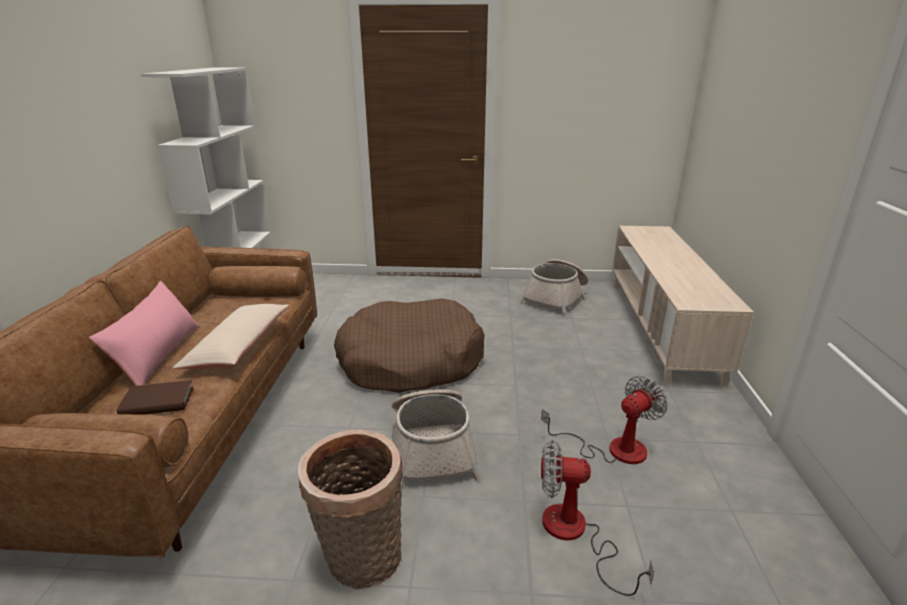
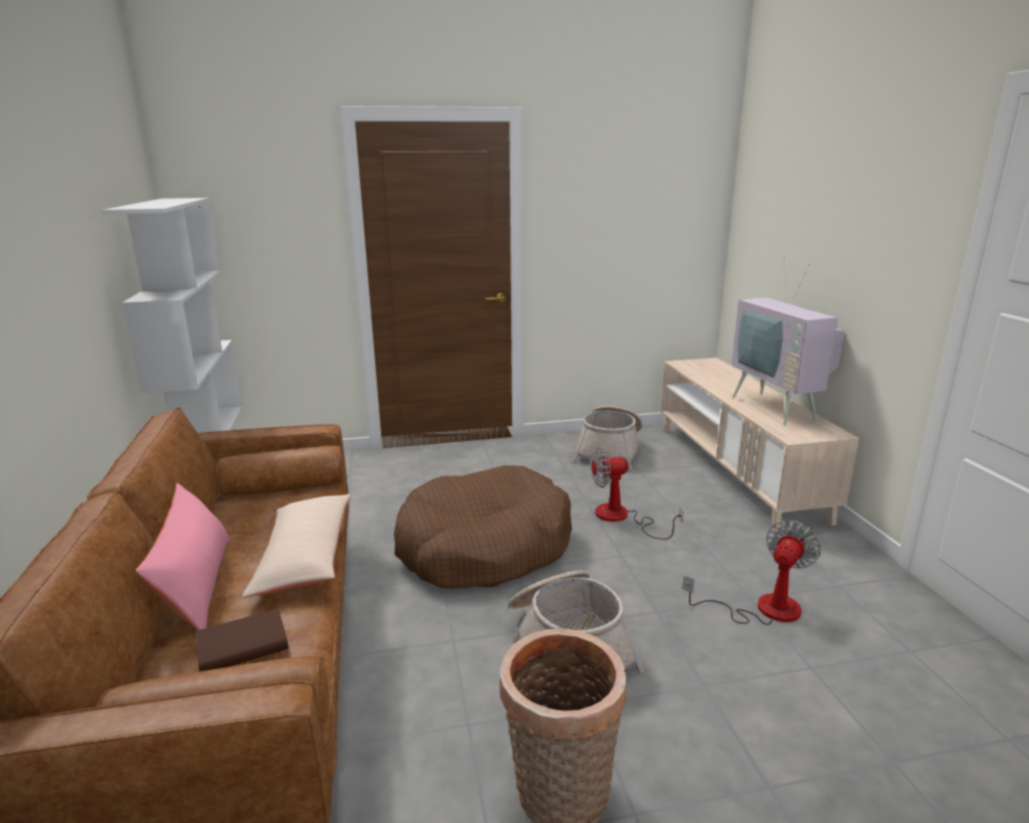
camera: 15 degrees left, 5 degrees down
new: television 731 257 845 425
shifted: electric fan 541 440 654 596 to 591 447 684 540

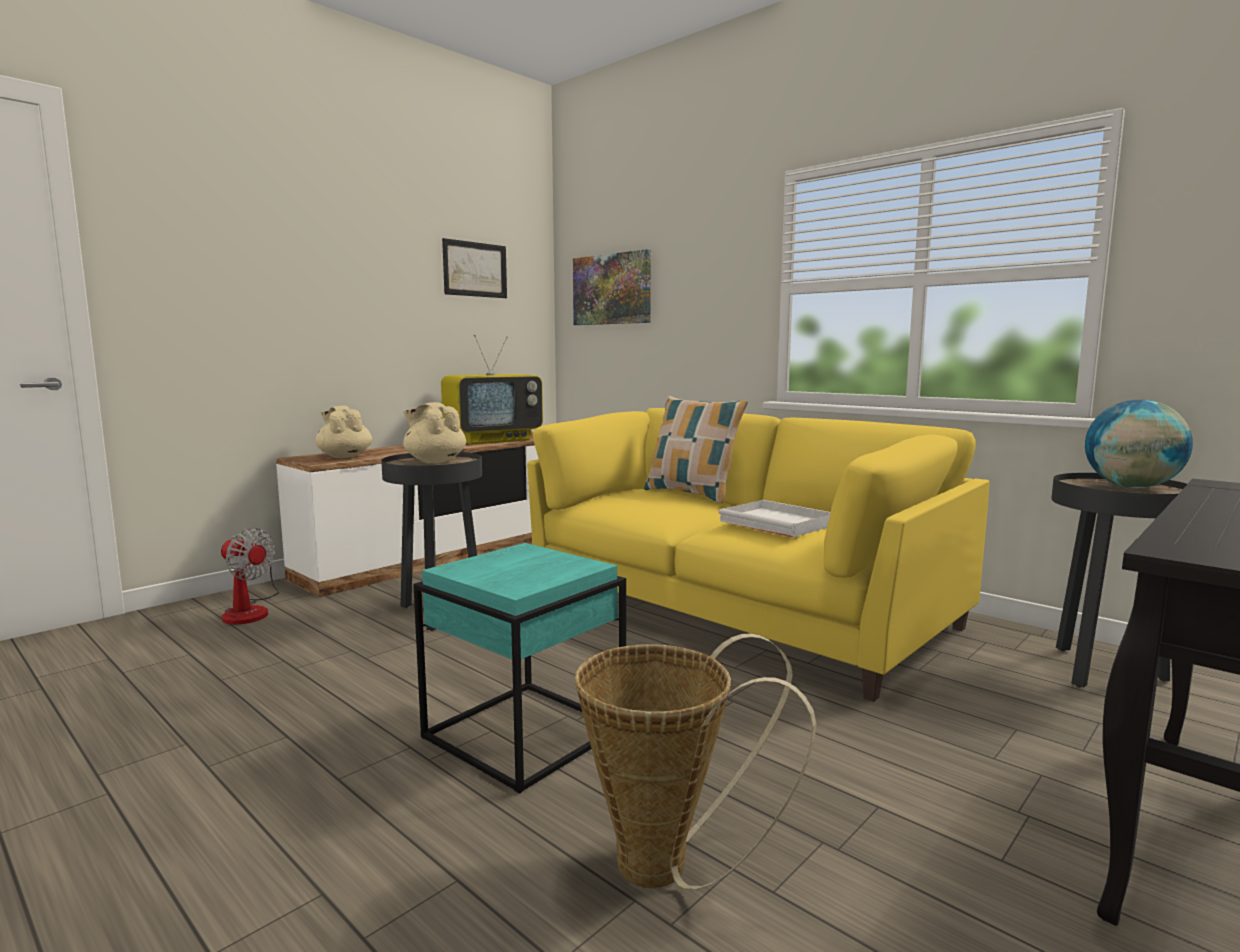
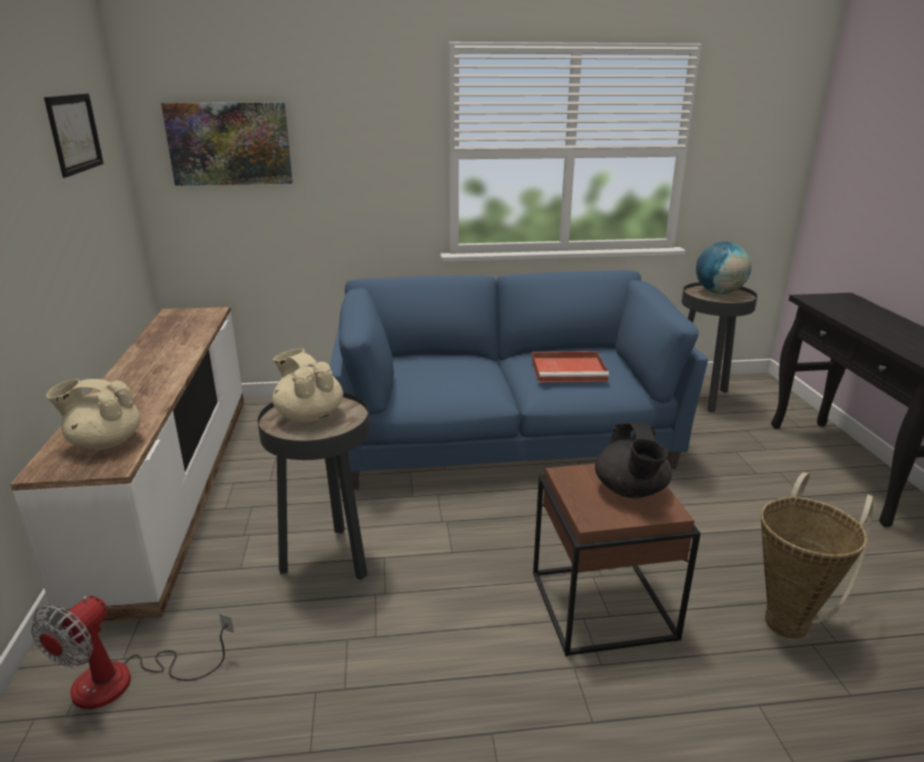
camera: 50 degrees left, 15 degrees up
gone: television 441 335 543 444; pillow 644 396 748 503
new: blackish teapot 595 423 672 498
repainted: yellow-coloured sofa 527 408 990 702 to blue-coloured sofa 330 270 708 489; white carrying tray 718 500 831 538 to red-coloured carrying tray 532 351 609 382; turquoise end table 413 543 626 794 to brownish end table 533 464 701 657
rotated: electric fan 221 528 279 624 = 30 596 234 709 135 degrees clockwise; beige teapot 403 402 466 463 = 272 348 343 422 60 degrees clockwise

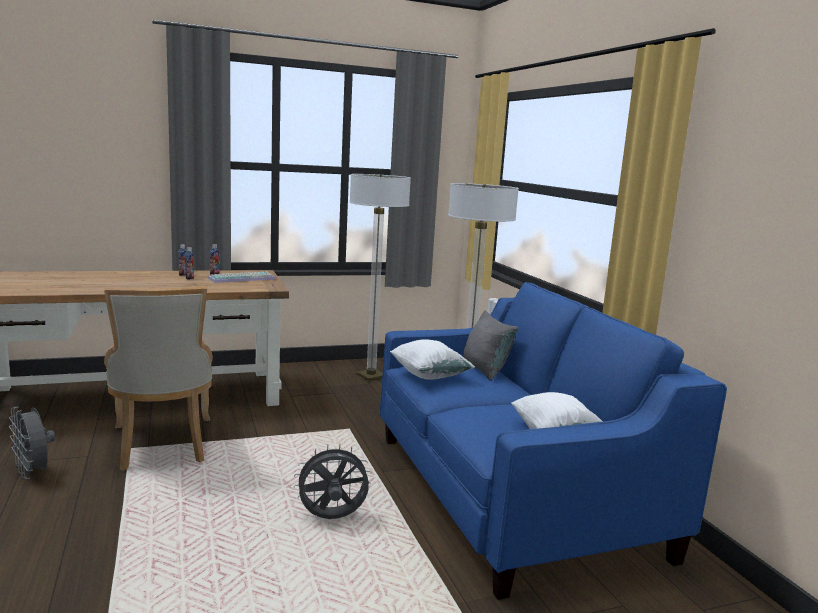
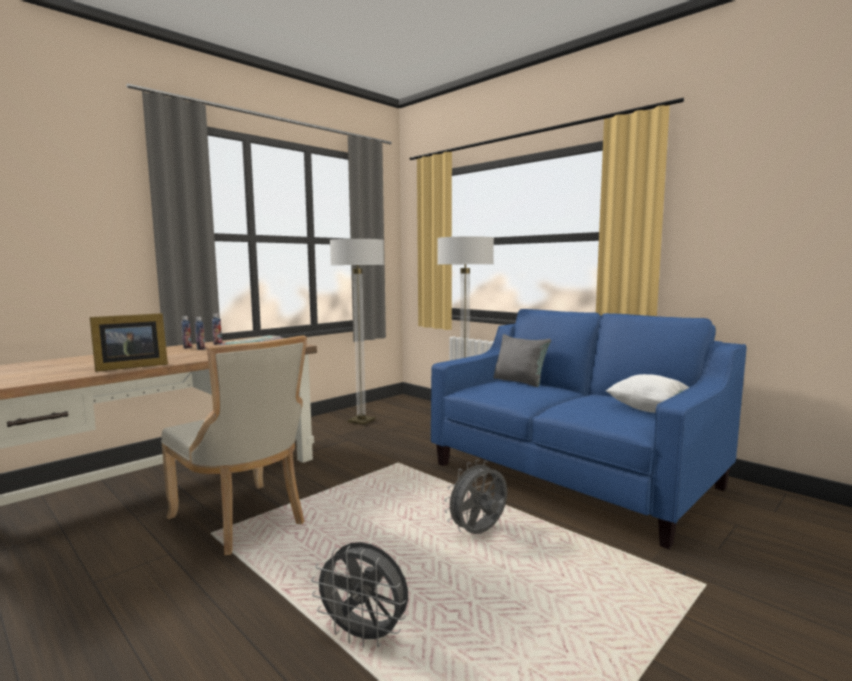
camera: 25 degrees left, 5 degrees down
gone: white pillow 390 339 475 380
new: standing frame 90 313 168 372
shifted: greyish electric fan 9 407 55 479 to 311 542 408 648

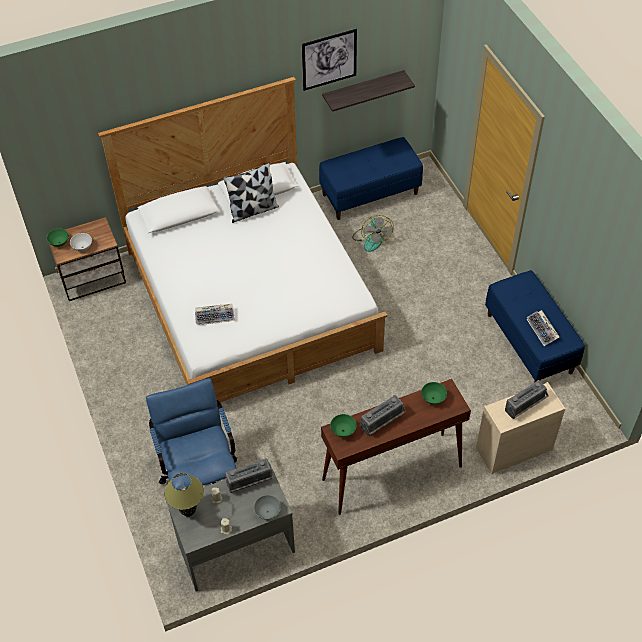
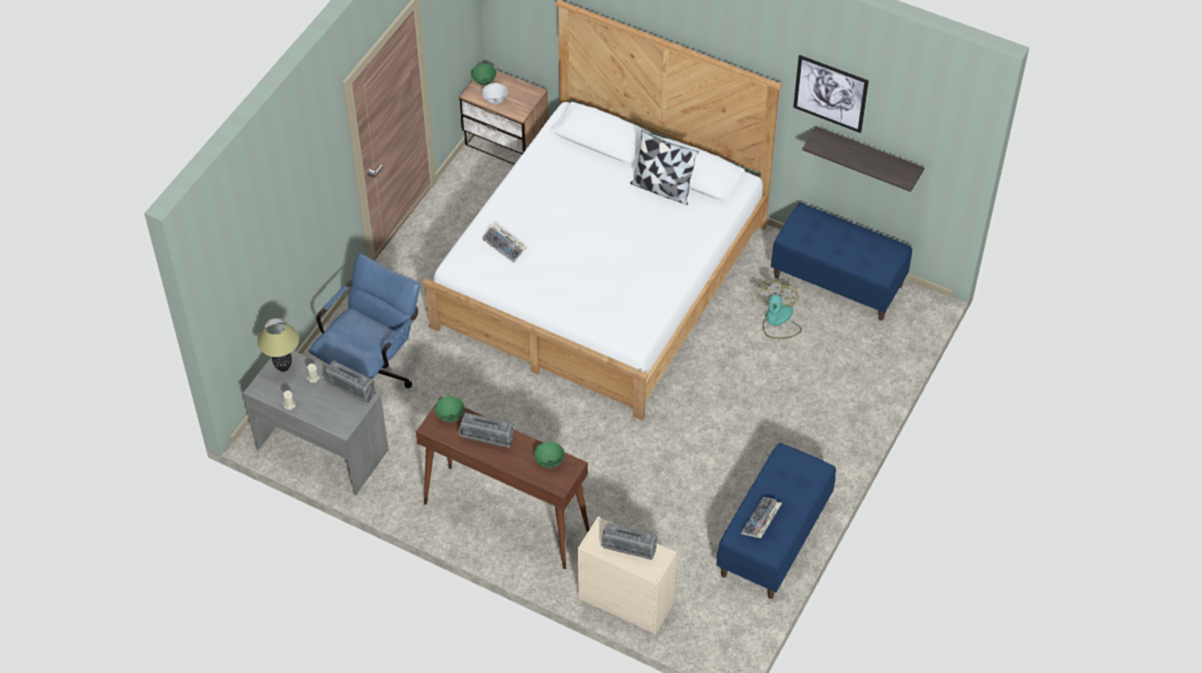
camera: 50 degrees right, 0 degrees up
gone: greyish deep dish 254 495 281 520
rotated: electric fan 352 215 394 252 = 755 281 802 339 150 degrees clockwise

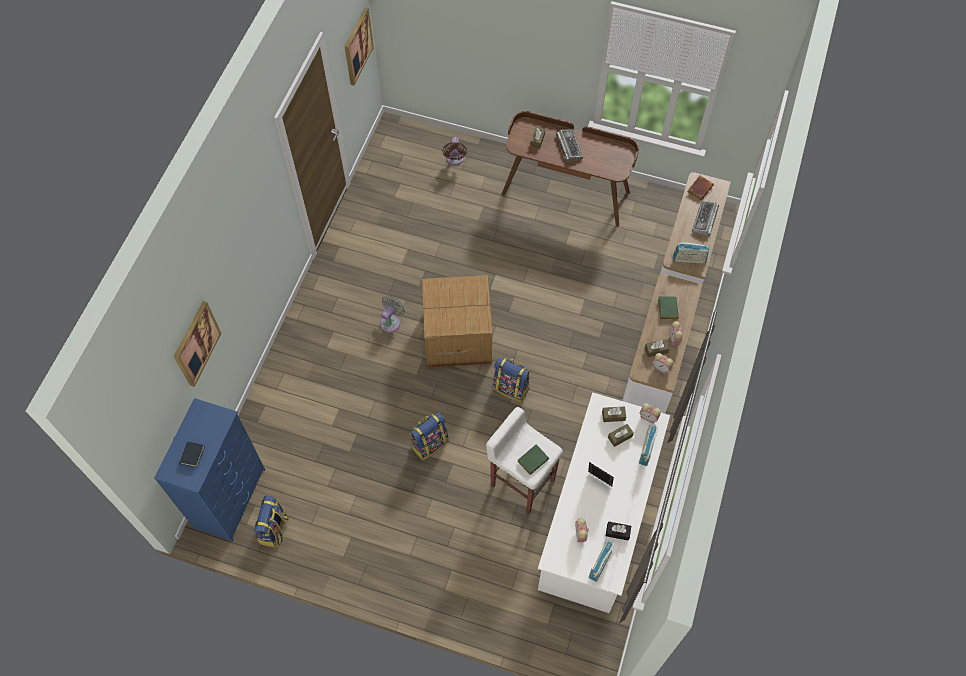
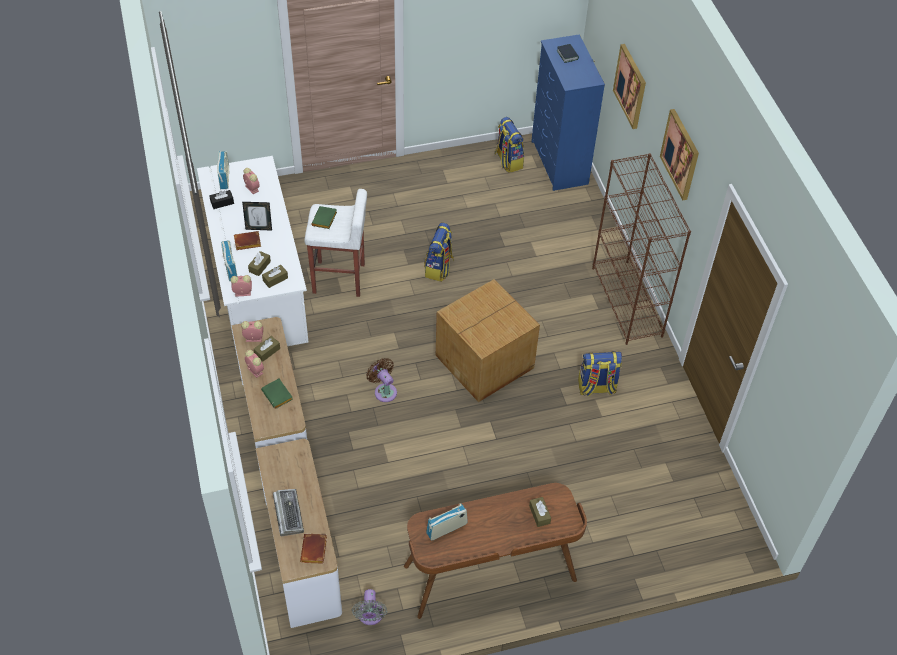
camera: 145 degrees right, 10 degrees down
gone: keyboard 556 129 583 162
new: brownish volume 234 231 261 250; brownish shelving unit 592 153 691 345
shifted: greyish electric fan 380 295 405 333 to 352 589 387 625; brownish electric fan 442 137 467 165 to 366 358 397 402; radio set 673 242 709 264 to 426 503 468 540; backpack 493 357 530 402 to 578 351 622 397; wall art 345 7 374 86 to 660 109 699 200

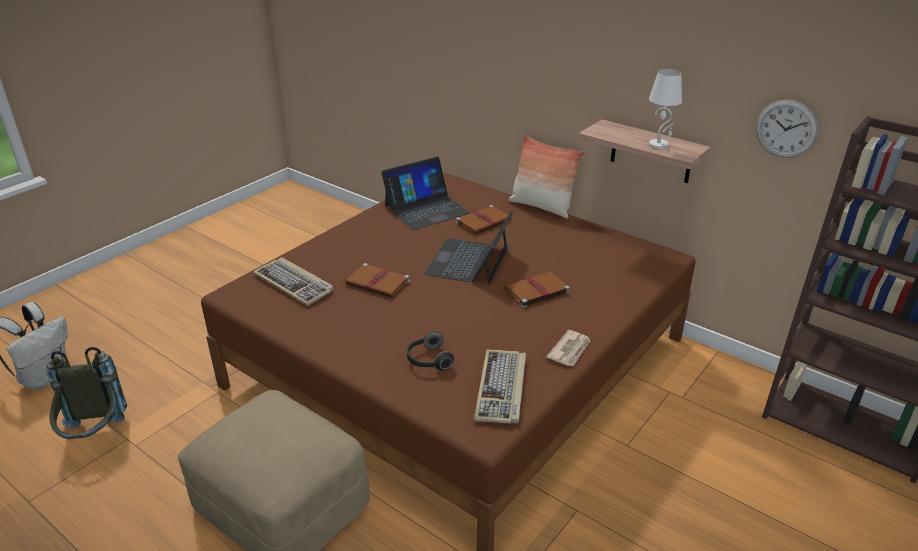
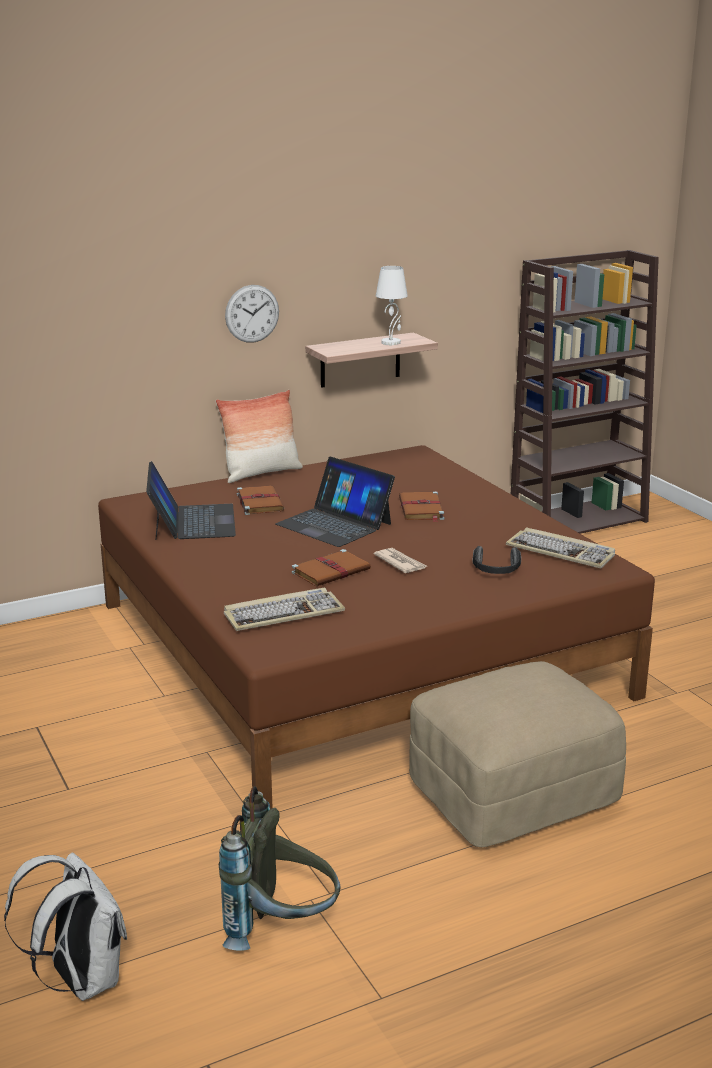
camera: 65 degrees left, 10 degrees down
shifted: hanging clock 756 99 818 158 to 225 285 279 343; daily paper 546 330 591 366 to 374 548 427 573

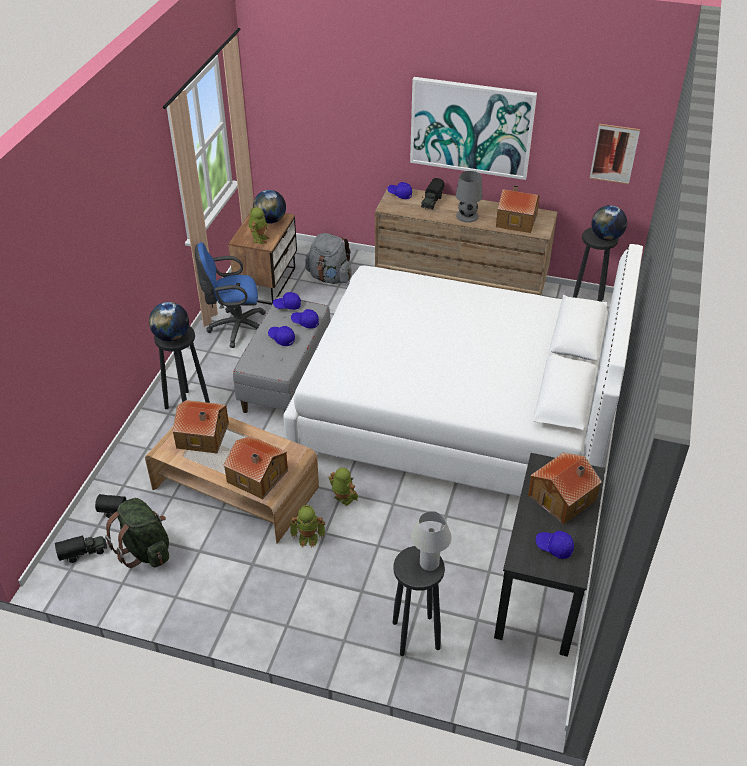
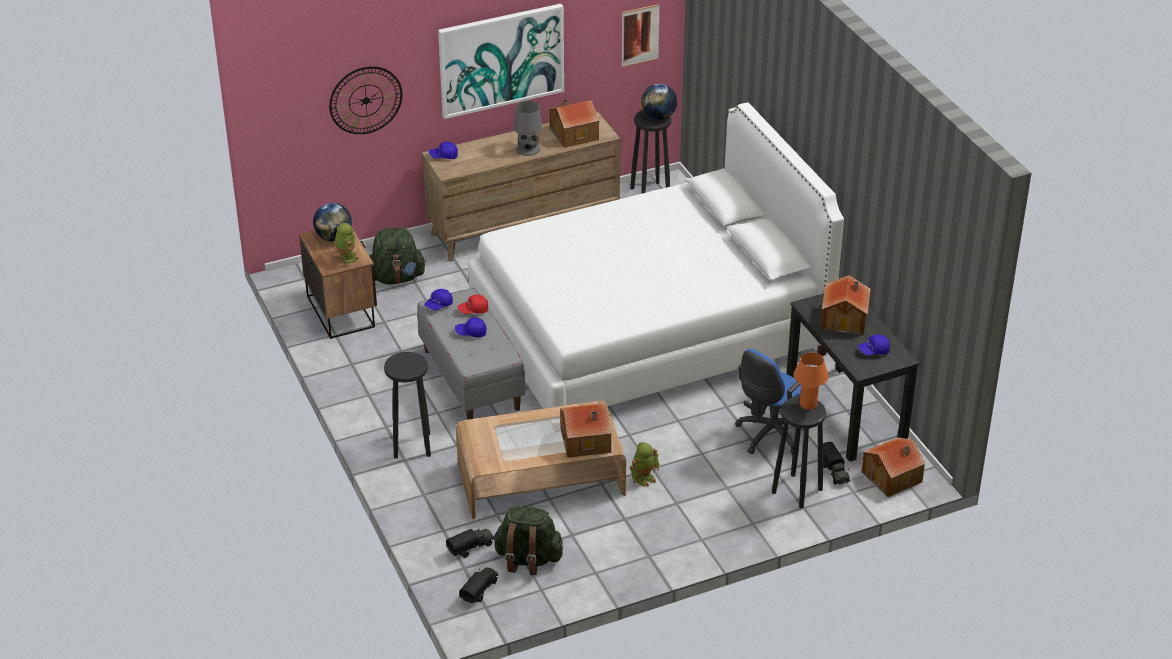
camera: 40 degrees left, 5 degrees down
gone: world globe 149 302 189 342; toy robot 329 468 358 506
new: hanging clock 329 66 402 134
shifted: blue-coloured office chair 195 242 266 348 to 735 349 810 455; model truck 421 178 444 210 to 823 442 850 485; model house 172 400 229 453 to 862 437 926 497
repainted: greyish backpack 305 233 352 284 to green backpack 369 227 426 284; blue-coloured baseball cap 291 309 319 328 to red-coloured baseball cap 458 295 488 314; white table lamp 411 511 452 571 to orange-coloured table lamp 793 353 829 410

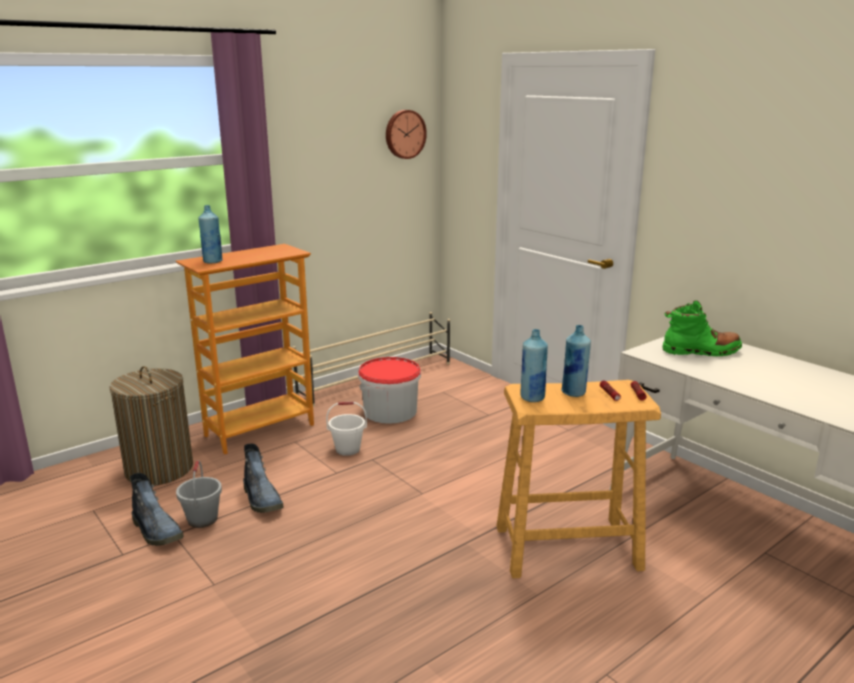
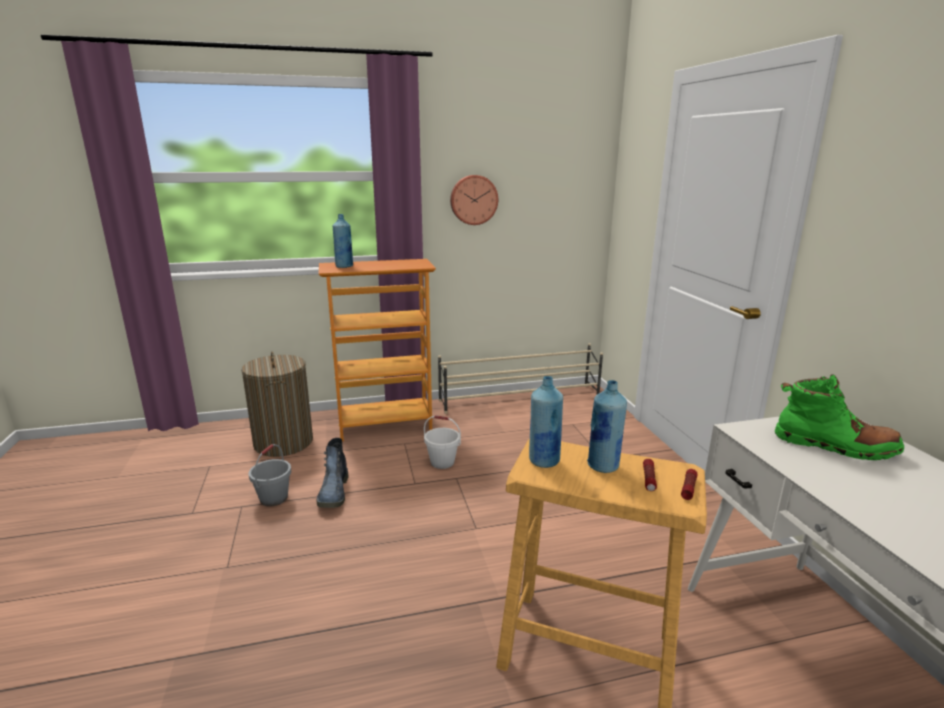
camera: 25 degrees right, 0 degrees up
gone: high-top boot 130 473 184 546; water bucket 358 357 421 424
shifted: hanging clock 386 110 427 159 to 450 175 498 225

